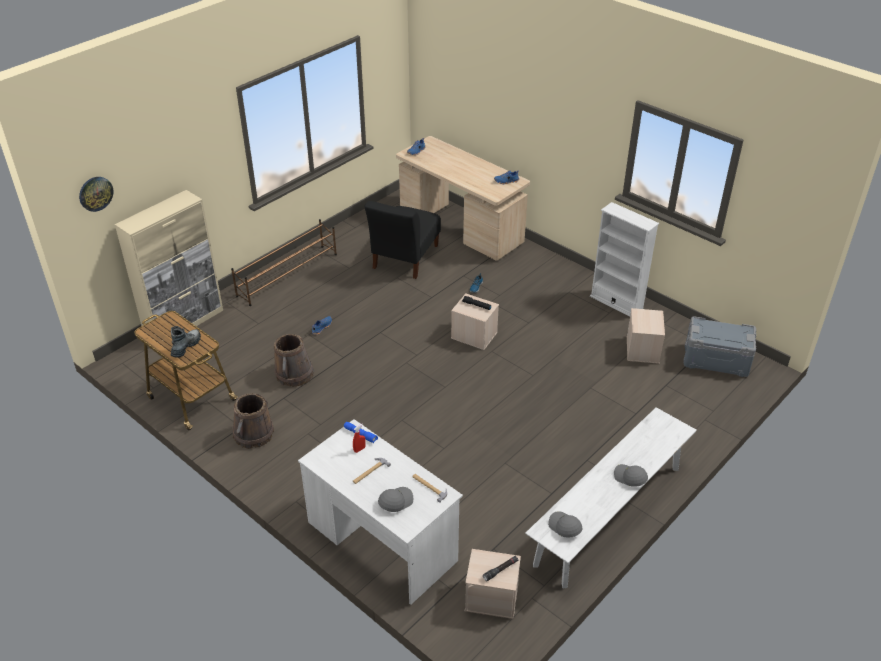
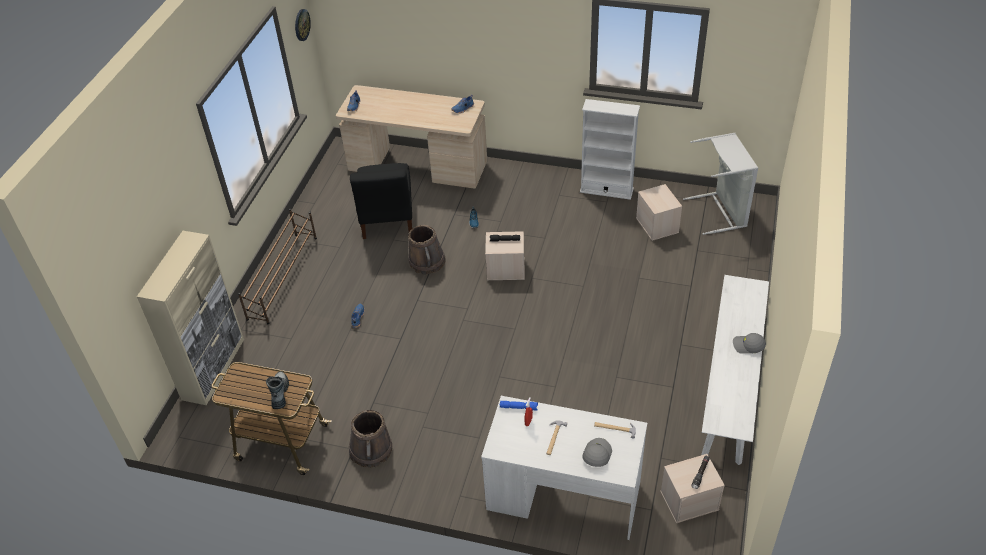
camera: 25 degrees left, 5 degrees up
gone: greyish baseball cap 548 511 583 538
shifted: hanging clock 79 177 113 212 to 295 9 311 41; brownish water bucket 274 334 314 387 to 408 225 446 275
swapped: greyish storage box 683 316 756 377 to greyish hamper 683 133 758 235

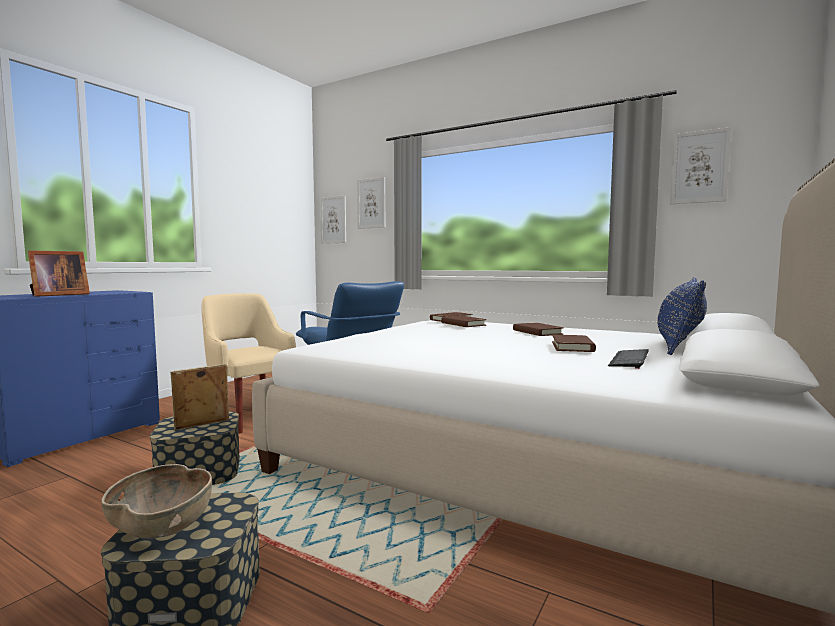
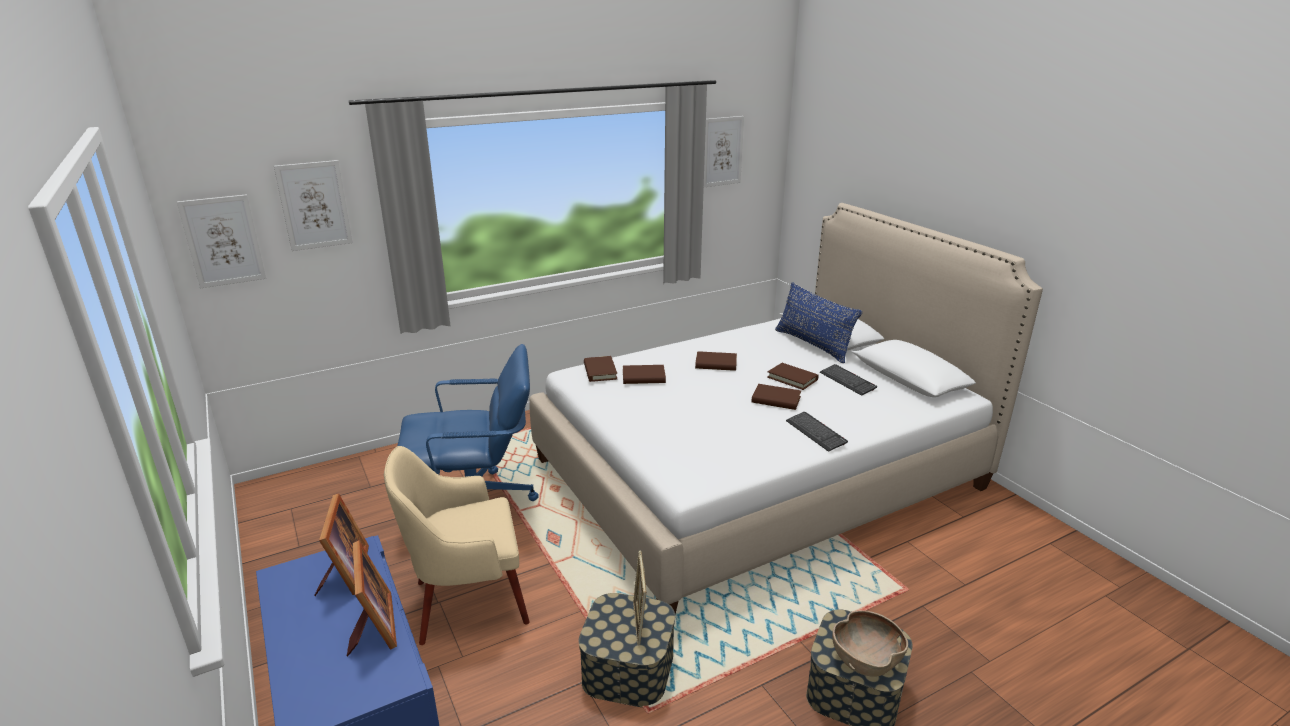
camera: 60 degrees left, 20 degrees up
new: standing frame 314 493 369 596; brownish volume 751 384 801 410; keyboard 786 412 848 452

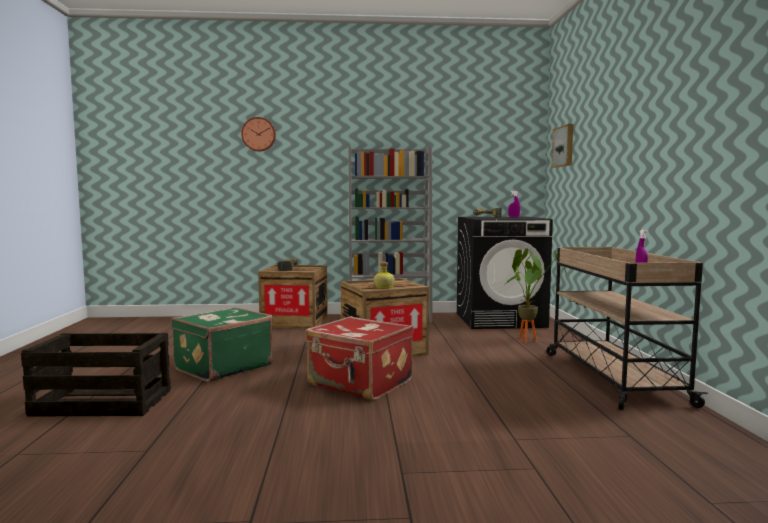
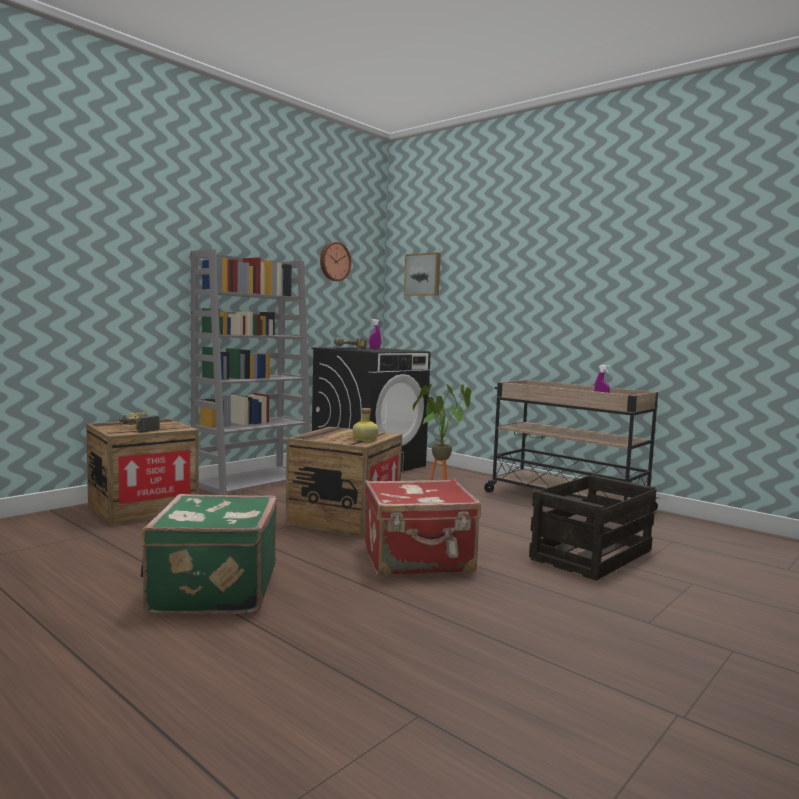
camera: 45 degrees left, 0 degrees up
shifted: hanging clock 241 117 276 152 to 320 242 351 281; packing crate 21 333 171 417 to 529 474 657 581

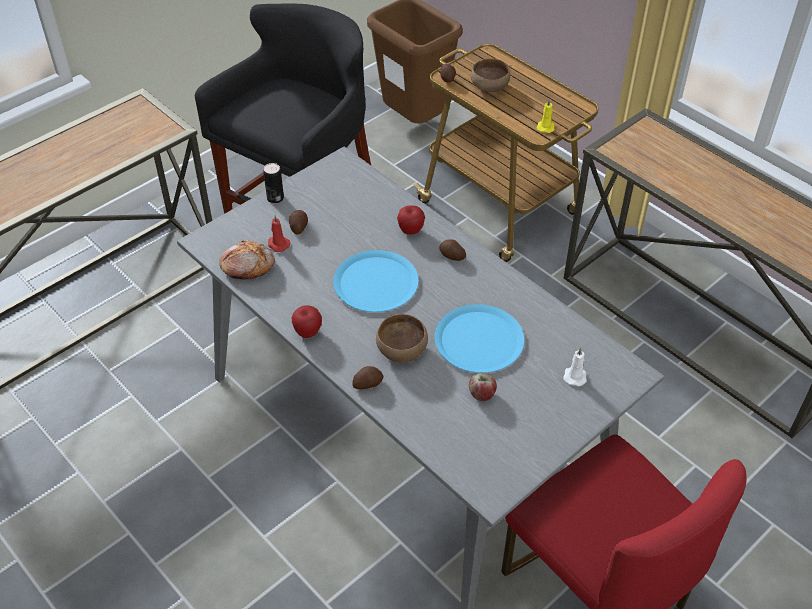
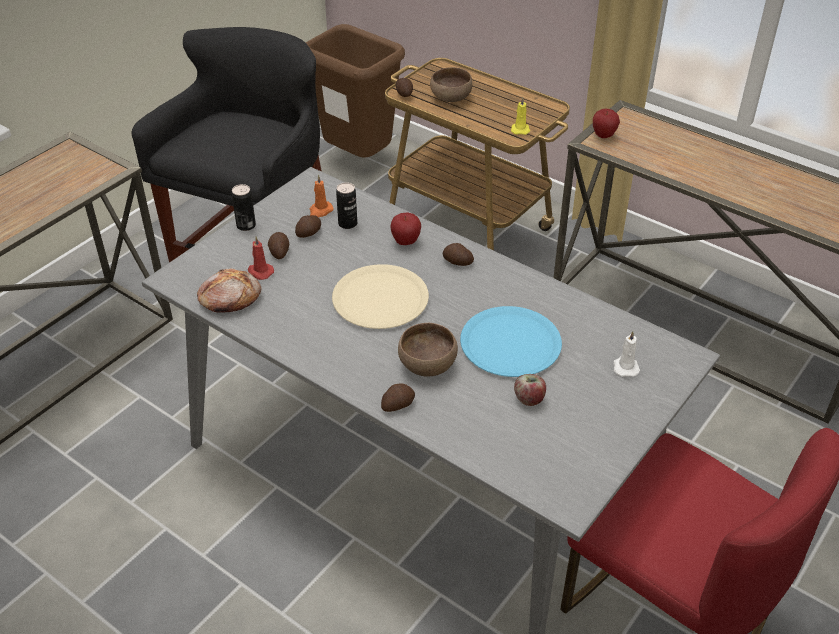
camera: 10 degrees left, 5 degrees down
new: spud 295 215 321 238; orange-coloured wax candle 310 175 334 217; metal can 336 182 357 229
shifted: apple 292 305 322 338 to 593 109 620 138
repainted: blue-coloured plate 333 250 419 312 to beige plate 332 264 429 329

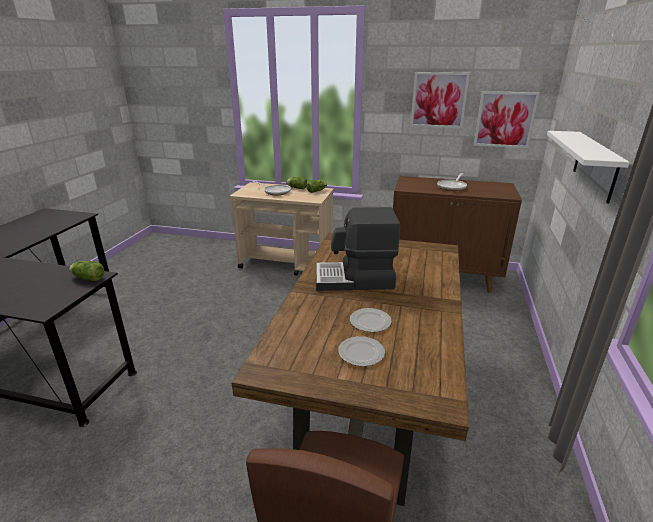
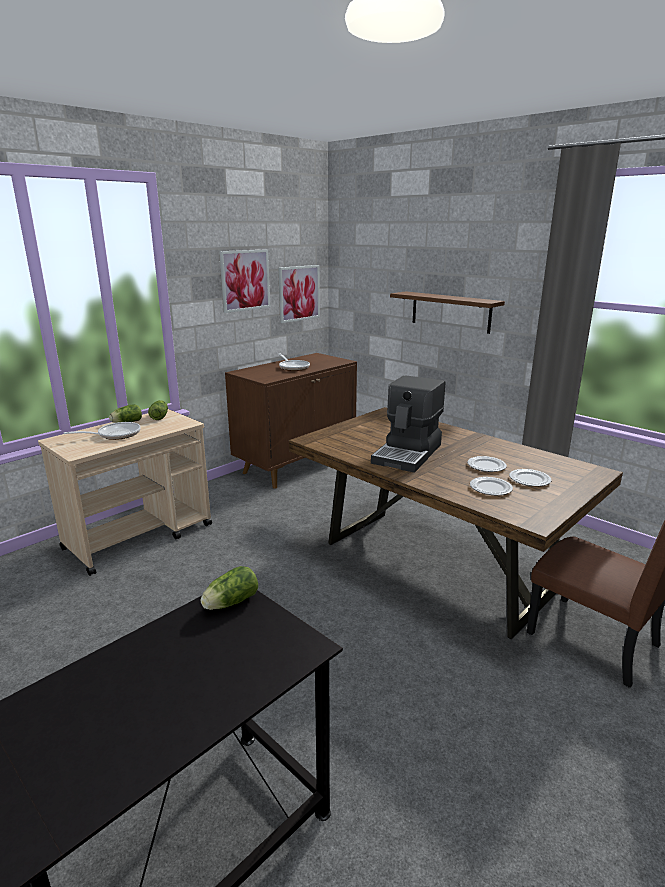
camera: 60 degrees left, 5 degrees down
new: plate 470 477 513 495
repainted: white bracket shelf 547 131 630 203 to brownish bracket shelf 390 291 505 334

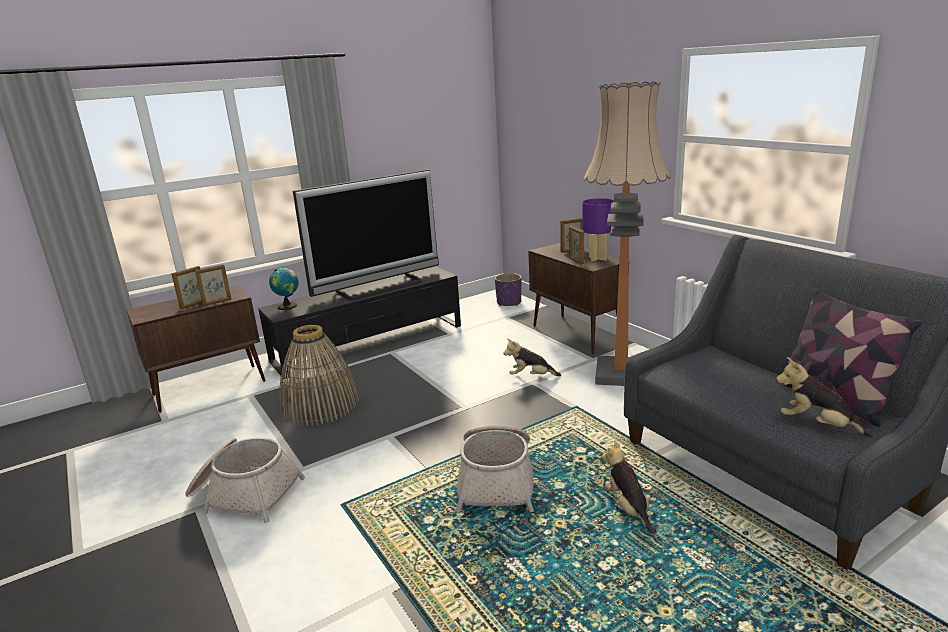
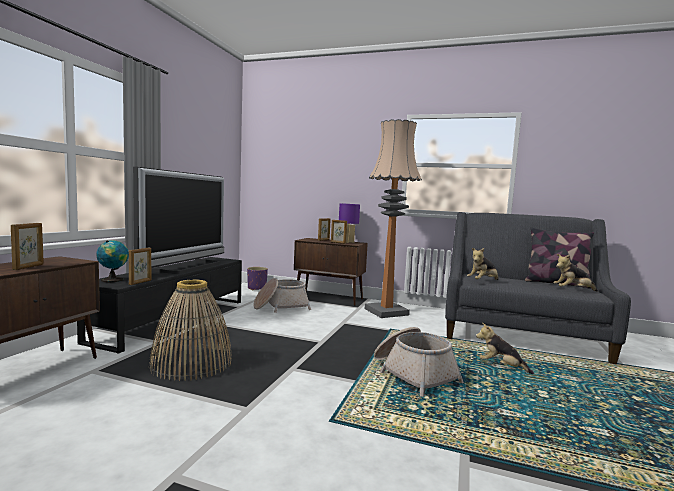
camera: 40 degrees left, 15 degrees down
shifted: standing frame 195 264 232 306 to 129 248 151 285; storage basket 185 437 305 523 to 253 278 311 313; plush toy 503 338 561 376 to 467 248 498 280

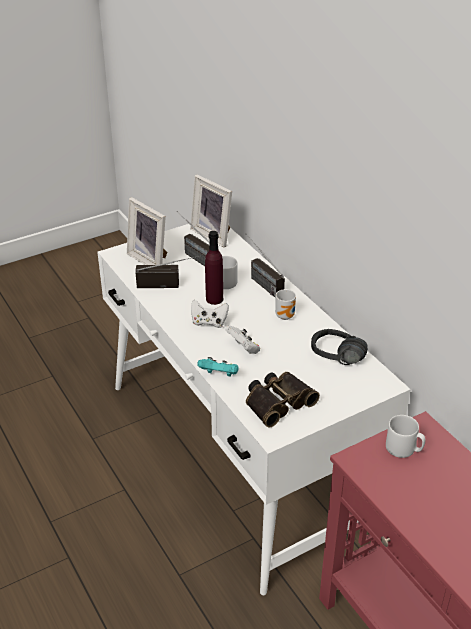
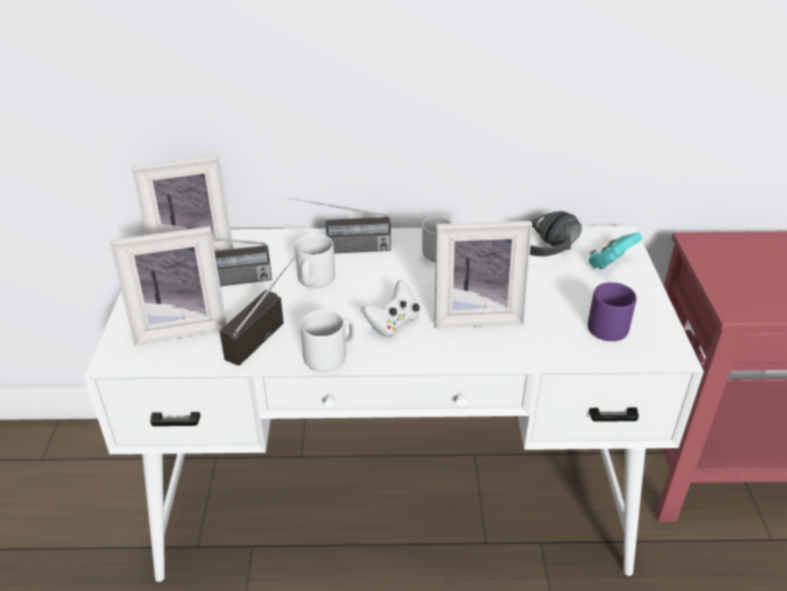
camera: 60 degrees left, 0 degrees up
gone: purplish beverage bottle 205 231 223 305
shifted: greyish coffee mug 386 415 425 458 to 300 310 354 372; turquoise gamepad 197 357 239 377 to 589 233 642 269
swapped: white gamepad 225 325 260 354 to standing frame 434 221 532 328; pair of binoculars 246 372 320 428 to purplish coffee mug 588 282 637 341

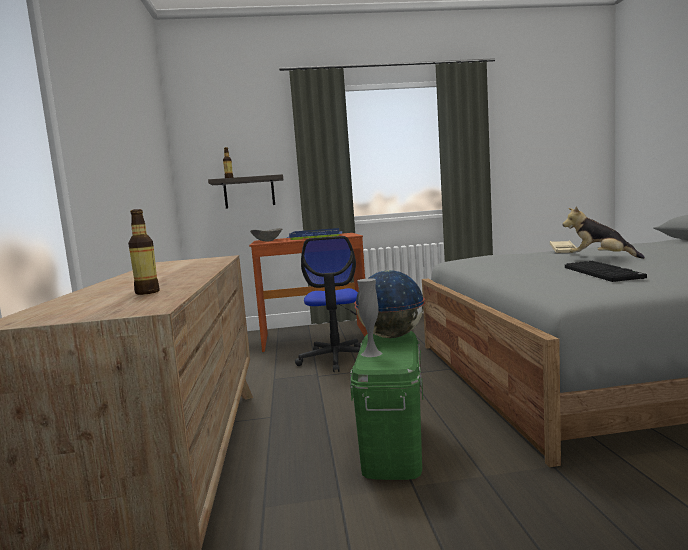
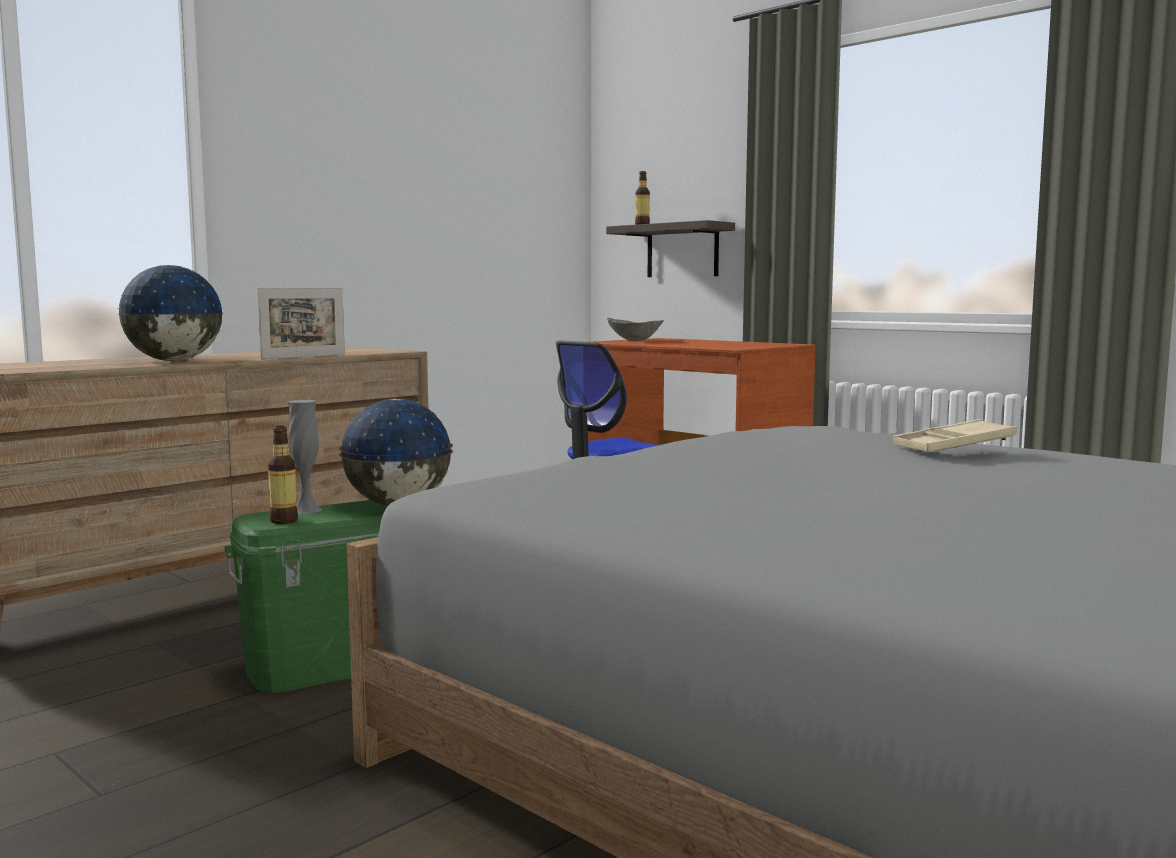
camera: 50 degrees right, 0 degrees up
gone: blue-coloured carrying tray 287 228 342 240; plush toy 562 206 645 259; keyboard 565 261 647 282
new: world globe 116 265 222 361; standing frame 257 288 345 359
shifted: beverage bottle 128 209 160 295 to 268 426 298 524

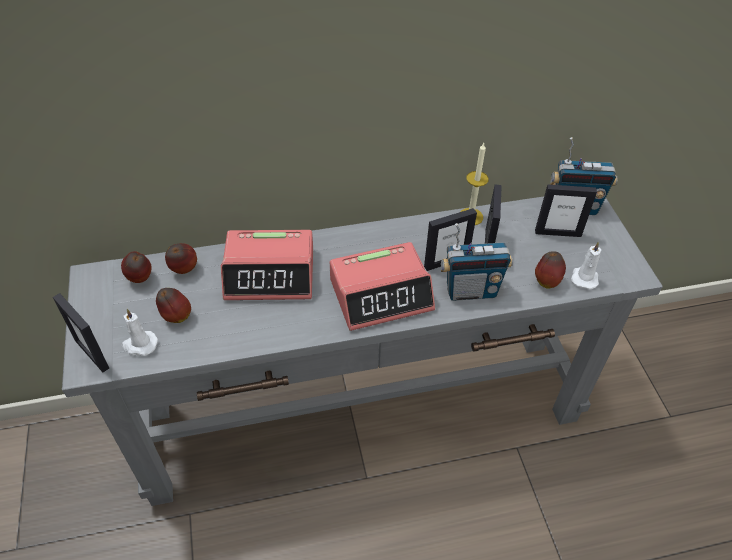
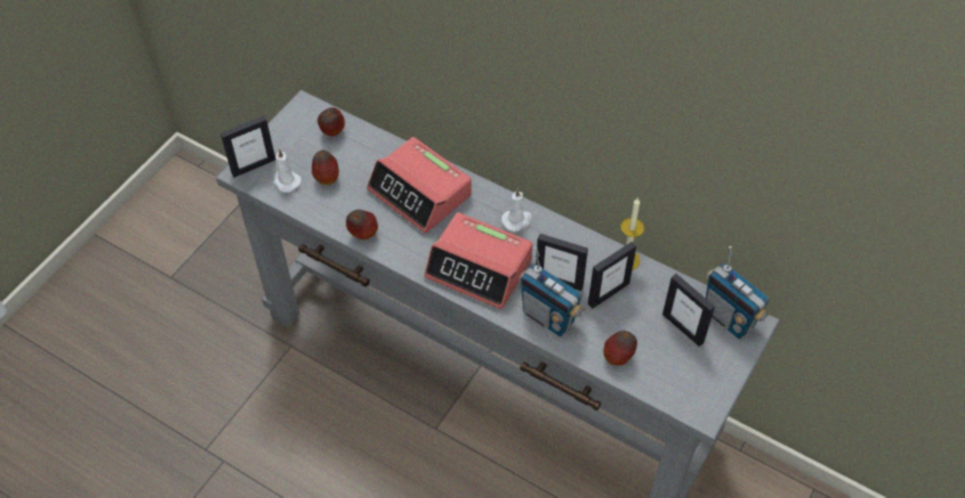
camera: 45 degrees right, 5 degrees up
shifted: apple 165 243 197 274 to 346 209 378 240; white wax candle 571 242 601 289 to 501 188 532 232
rotated: standing frame 53 293 109 373 = 220 116 276 178 120 degrees counterclockwise

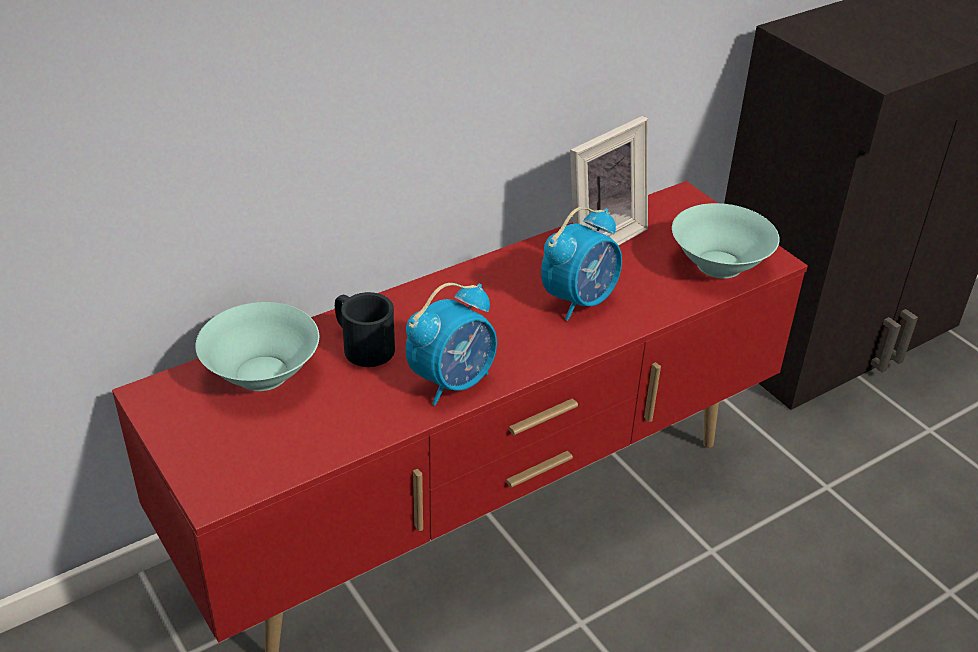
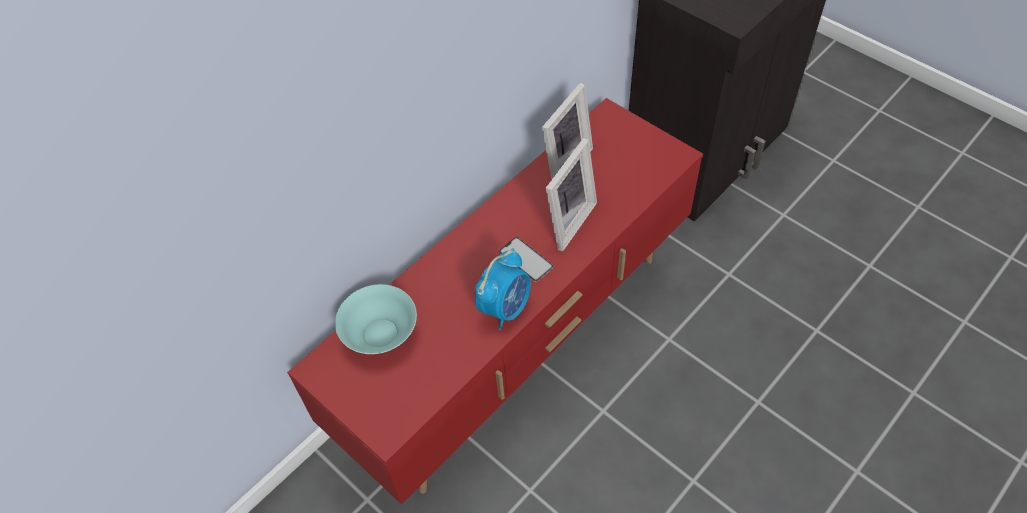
camera: 10 degrees left, 15 degrees up
gone: blackish coffee mug 335 292 395 367; turquoise deep dish 672 203 780 279
new: phone 499 237 553 282
swapped: table clock 541 207 622 321 to standing frame 546 138 597 251

